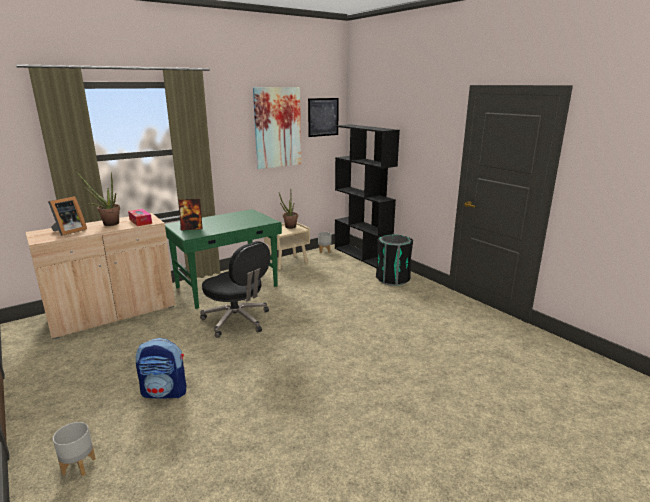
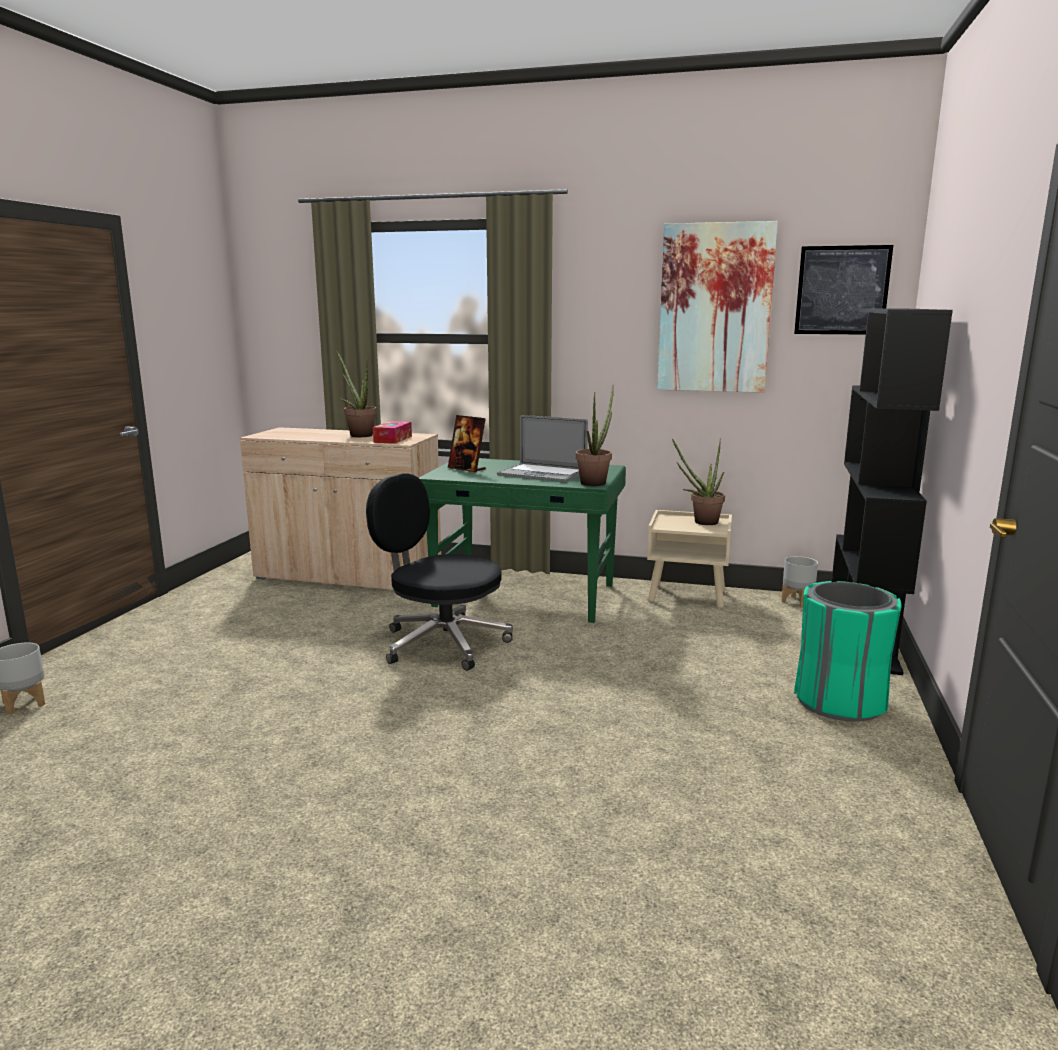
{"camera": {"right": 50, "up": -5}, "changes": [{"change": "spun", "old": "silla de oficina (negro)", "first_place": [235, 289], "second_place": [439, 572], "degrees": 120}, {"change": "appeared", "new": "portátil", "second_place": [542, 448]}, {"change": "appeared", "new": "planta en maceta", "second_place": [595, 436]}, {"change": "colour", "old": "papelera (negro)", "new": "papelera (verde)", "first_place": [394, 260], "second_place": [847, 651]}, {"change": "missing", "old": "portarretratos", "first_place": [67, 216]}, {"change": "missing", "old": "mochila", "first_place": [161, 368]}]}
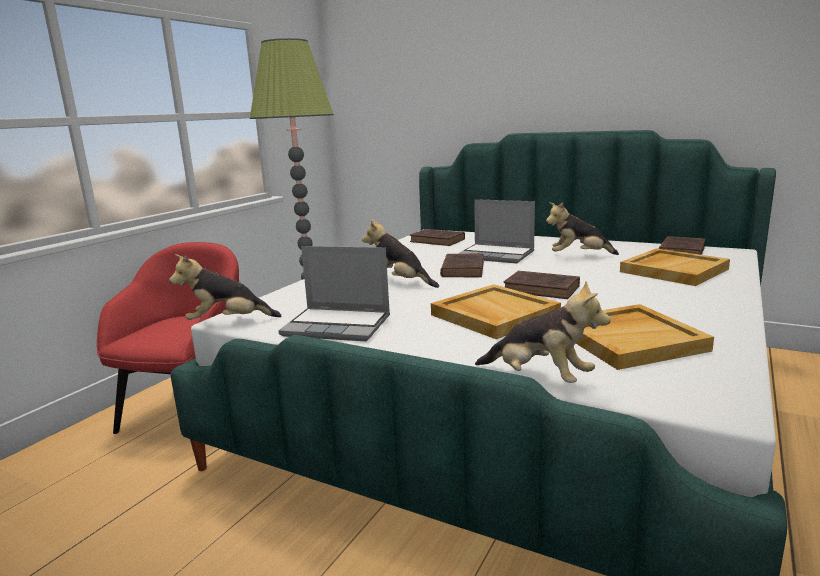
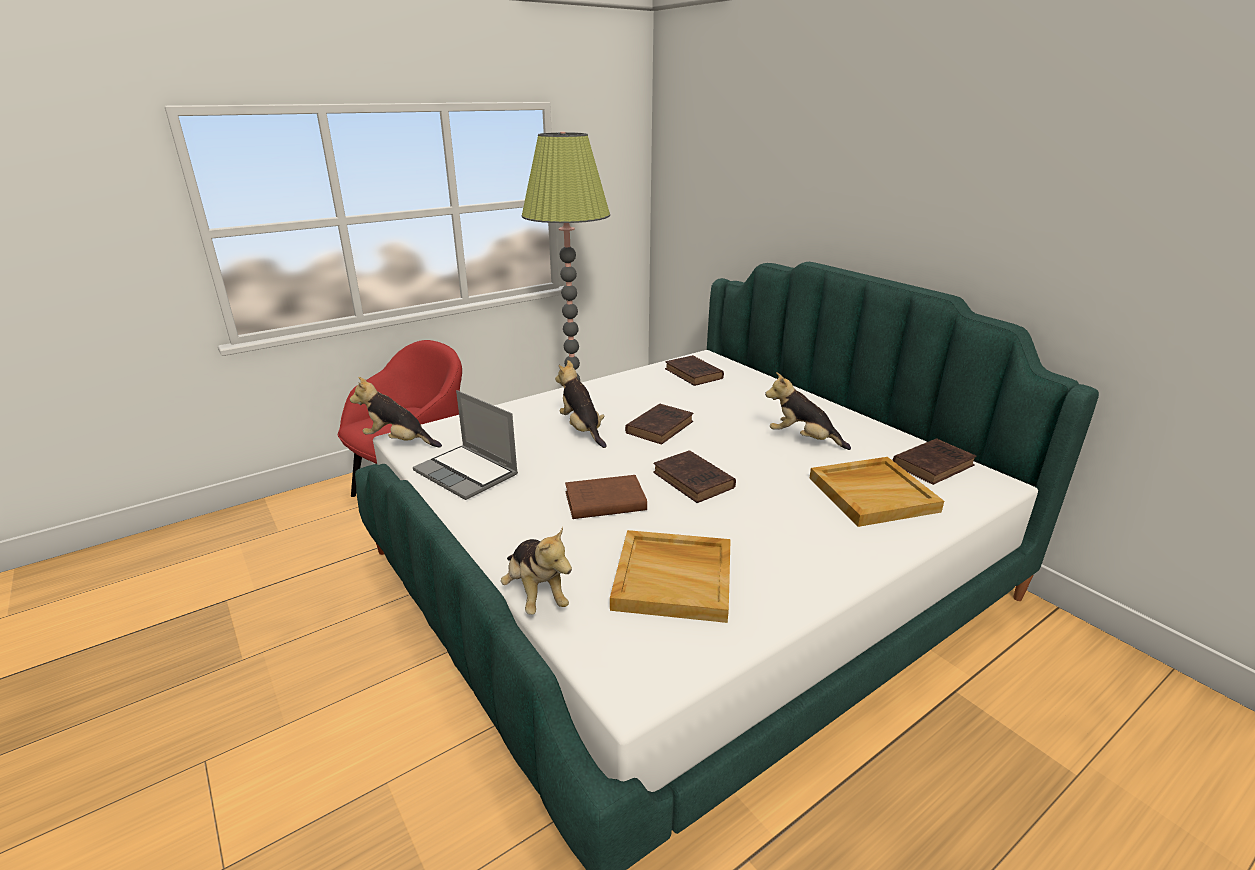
{"camera": {"right": 25, "up": 10}, "changes": [{"change": "exchanged", "old": "bandeja (beis)", "new": "libro (marrón)", "first_place": [496, 311], "second_place": [606, 497]}, {"change": "missing", "old": "portátil", "first_place": [496, 231]}]}
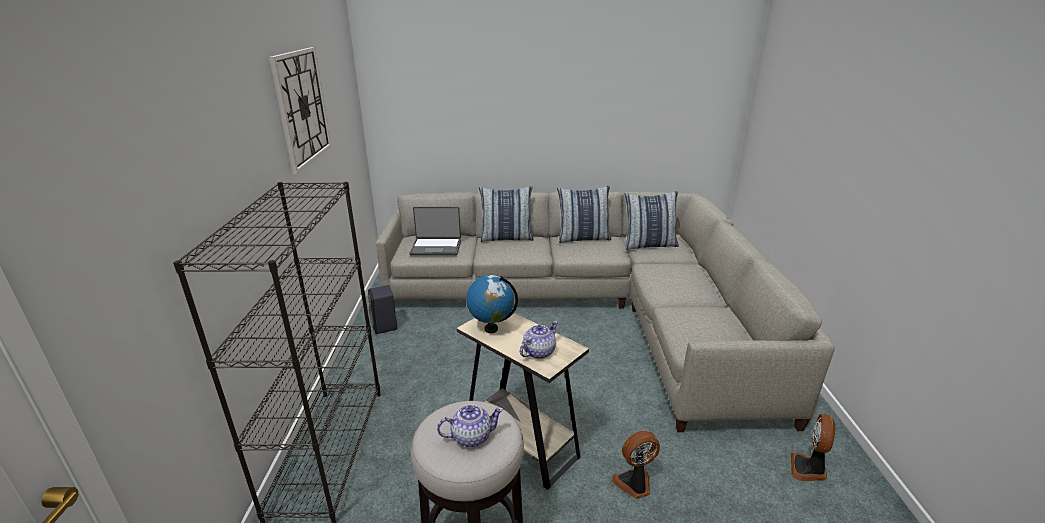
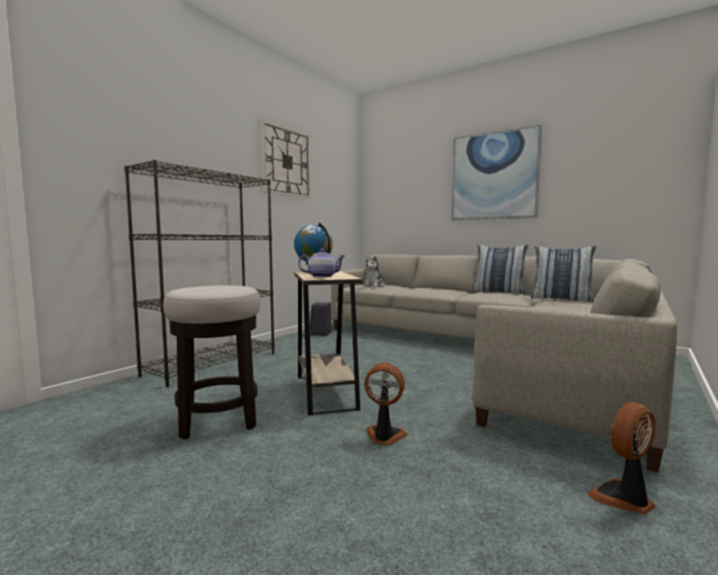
{"camera": {"right": 35, "up": -20}, "changes": [{"change": "exchanged", "old": "portátil", "new": "peluche", "first_place": [435, 231], "second_place": [374, 271]}, {"change": "appeared", "new": "cuadro", "second_place": [496, 172]}, {"change": "missing", "old": "tetera", "first_place": [470, 425]}, {"change": "missing", "old": "cojín", "first_place": [506, 214]}]}
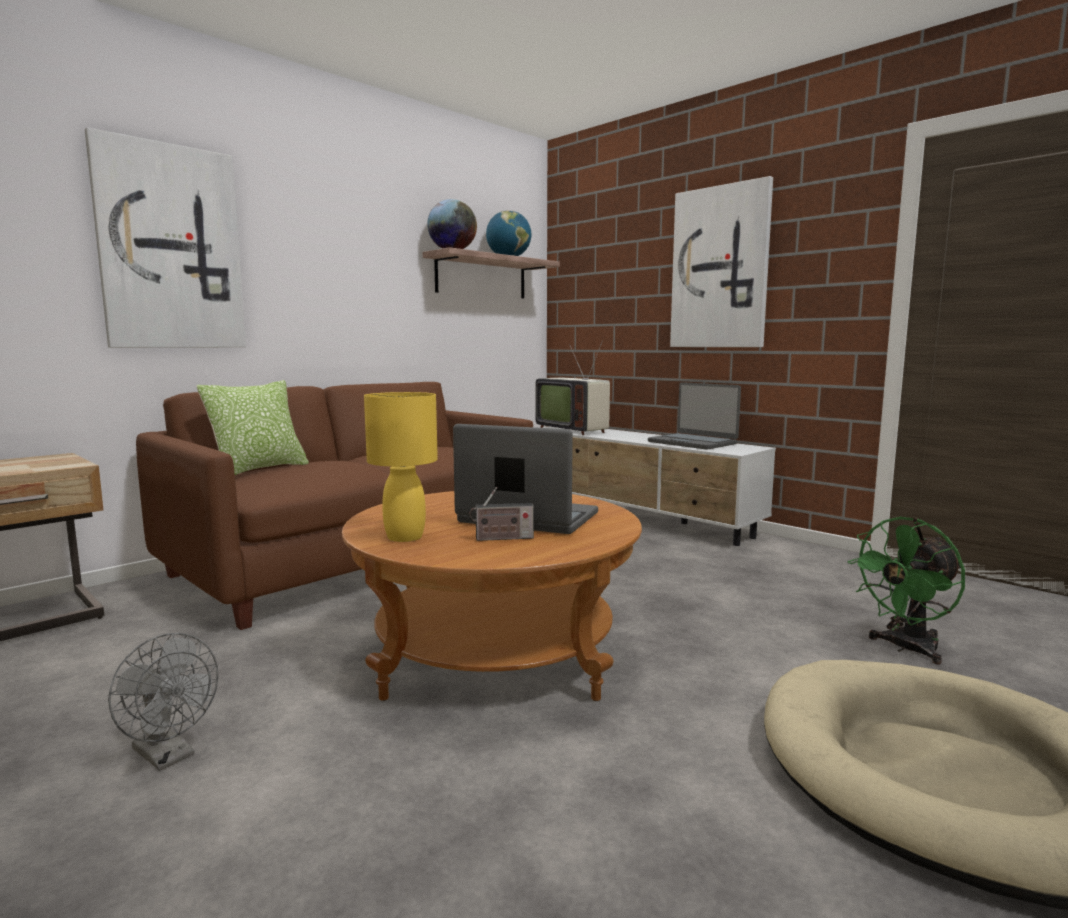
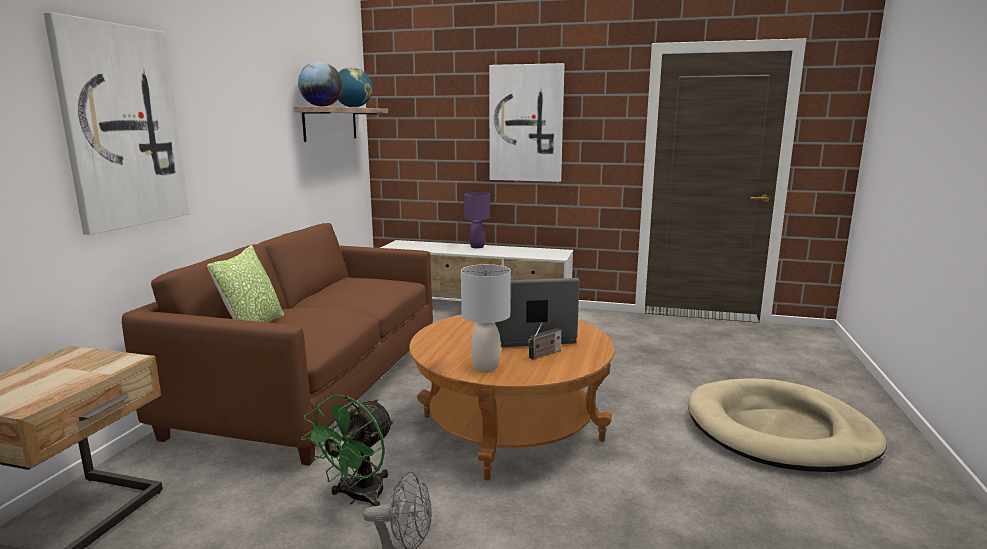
{"camera": {"right": -30, "up": 5}, "changes": [{"change": "relocated", "old": "ventilador (verde)", "first_place": [906, 591], "second_place": [347, 450]}, {"change": "colour", "old": "lámpara de mesa (amarillo)", "new": "lámpara de mesa (gris)", "first_place": [401, 467], "second_place": [486, 318]}, {"change": "appeared", "new": "lámpara de mesa (morado)", "second_place": [477, 220]}, {"change": "missing", "old": "televisor", "first_place": [572, 387]}, {"change": "missing", "old": "portátil", "first_place": [694, 416]}]}
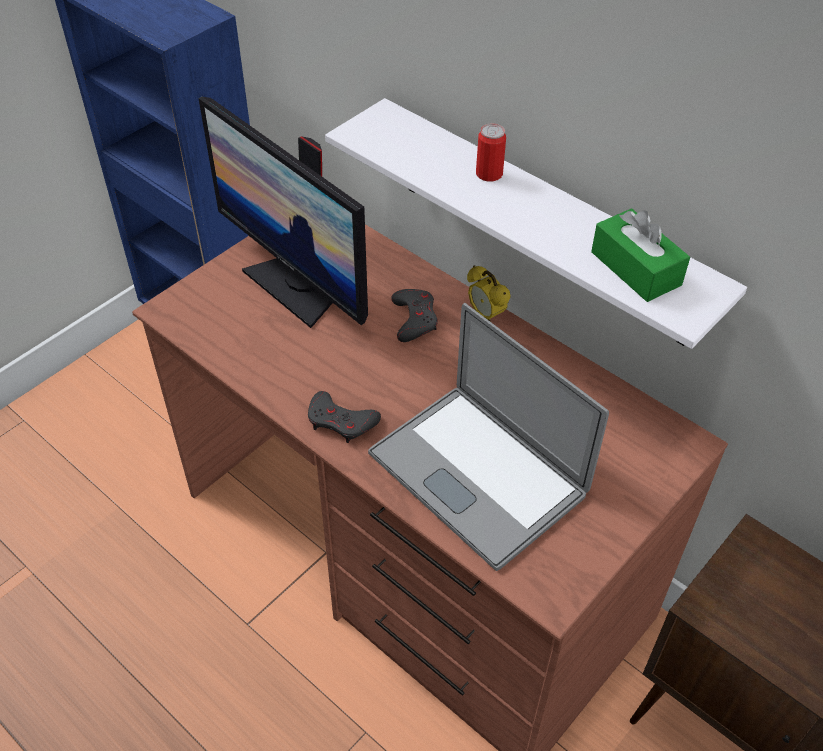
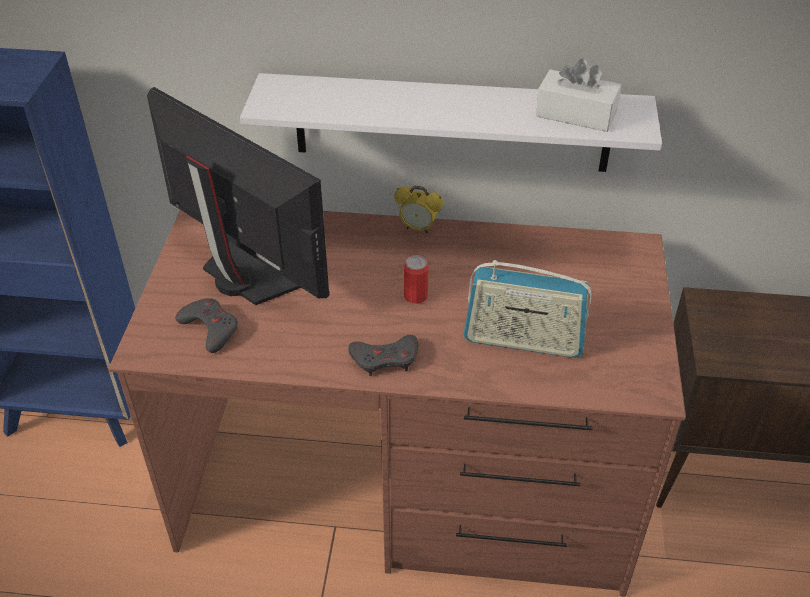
{"camera": {"right": -35, "up": -5}, "changes": [{"change": "spun", "old": "monitor", "first_place": [283, 212], "second_place": [238, 196], "degrees": -150}, {"change": "relocated", "old": "mando de consola (gris)", "first_place": [414, 315], "second_place": [207, 325]}, {"change": "relocated", "old": "lata", "first_place": [491, 153], "second_place": [416, 279]}, {"change": "exchanged", "old": "portátil", "new": "radio", "first_place": [488, 437], "second_place": [528, 309]}, {"change": "colour", "old": "caja de pañuelos (verde)", "new": "caja de pañuelos (blanco)", "first_place": [640, 255], "second_place": [578, 95]}]}
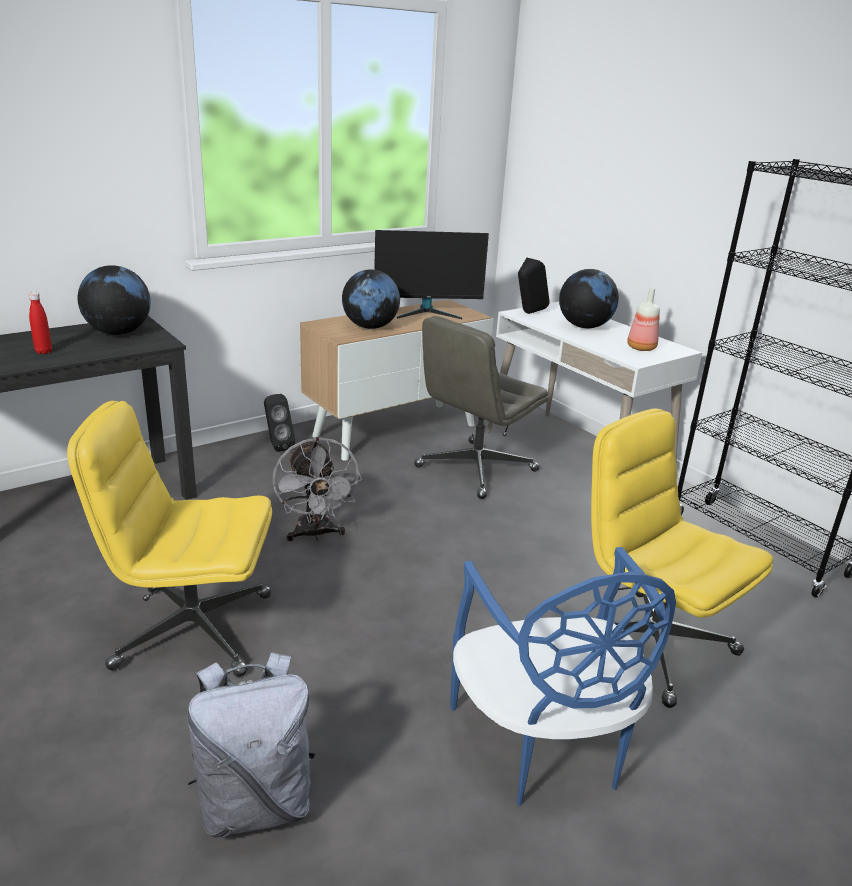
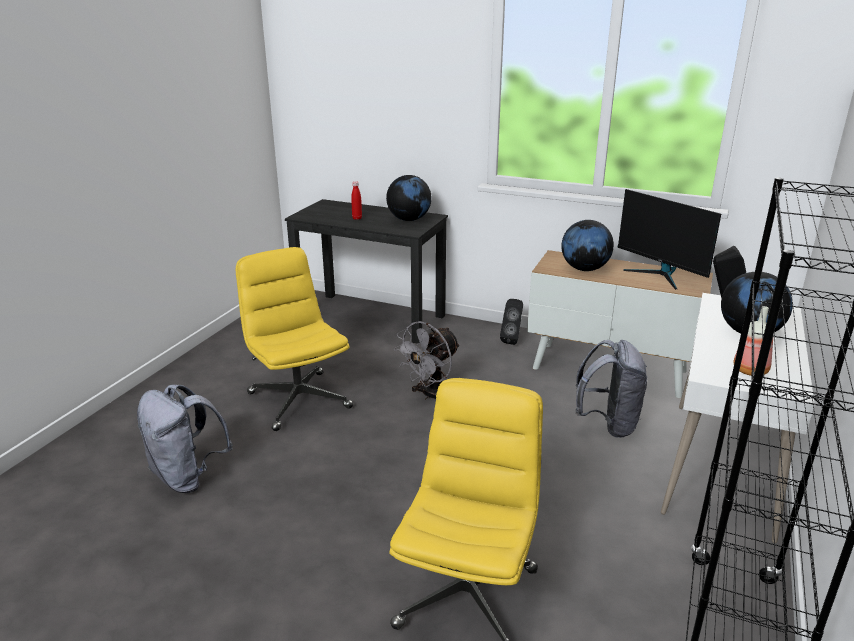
{"camera": {"right": 60, "up": 0}, "changes": [{"change": "exchanged", "old": "silla de oficina (gris)", "new": "mochila (gris)", "first_place": [481, 407], "second_place": [611, 389]}, {"change": "missing", "old": "silla (azul)", "first_place": [563, 676]}]}
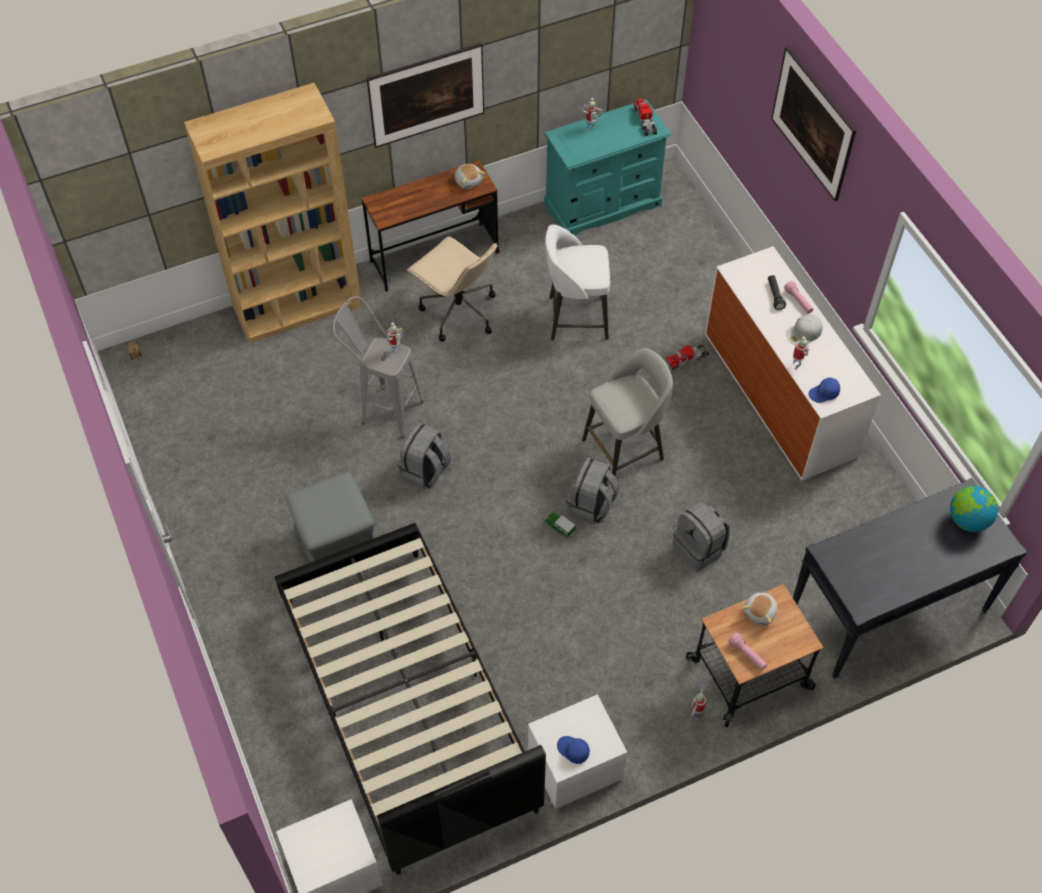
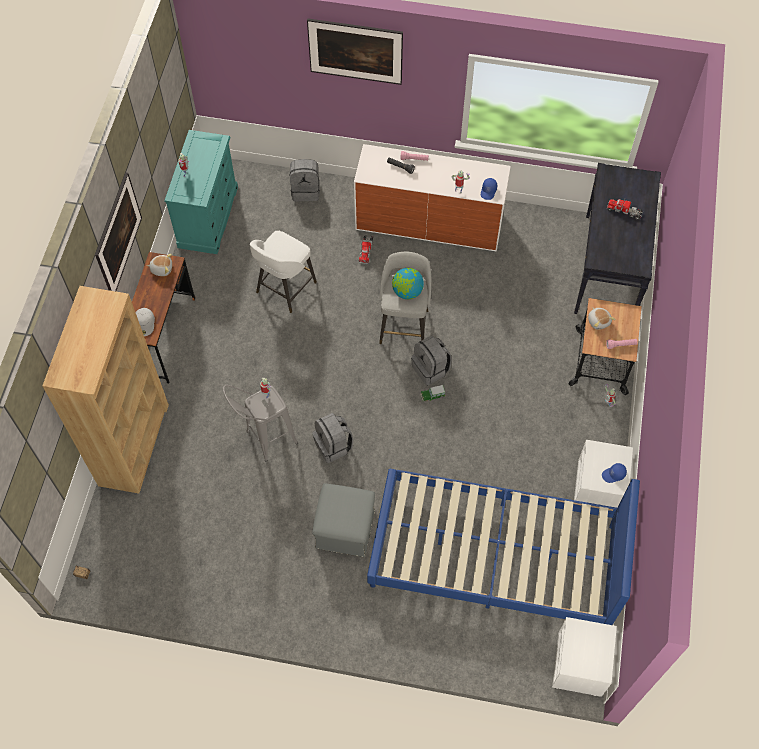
{"camera": {"right": -55, "up": 5}, "changes": [{"change": "relocated", "old": "gorra (blanco)", "first_place": [804, 330], "second_place": [145, 322]}, {"change": "relocated", "old": "mochila (gris)", "first_place": [701, 536], "second_place": [305, 180]}, {"change": "colour", "old": "cama (negro)", "new": "cama (azul)", "first_place": [410, 699], "second_place": [503, 547]}, {"change": "relocated", "old": "globo terráqueo", "first_place": [974, 509], "second_place": [408, 283]}, {"change": "relocated", "old": "camión de juguete", "first_place": [645, 117], "second_place": [624, 209]}, {"change": "missing", "old": "silla de oficina (beis)", "first_place": [452, 289]}]}
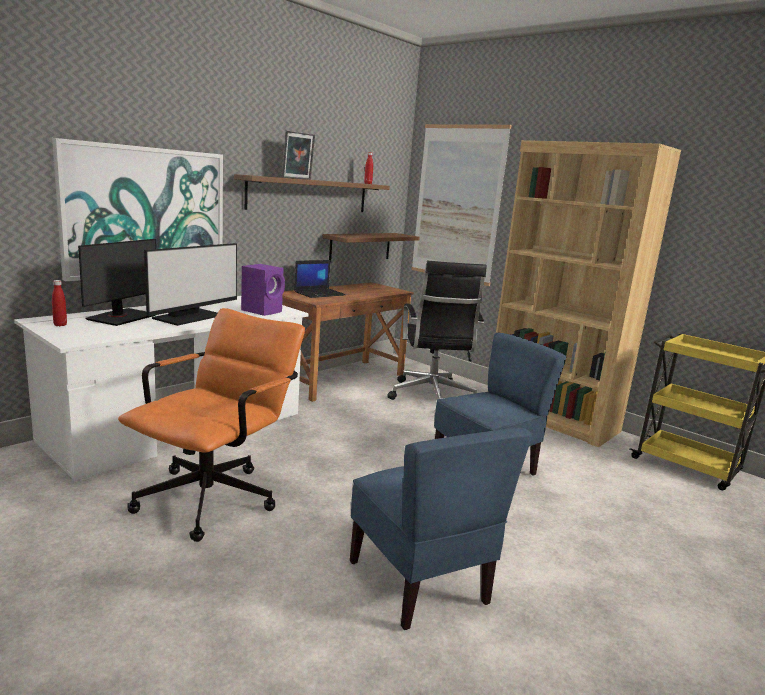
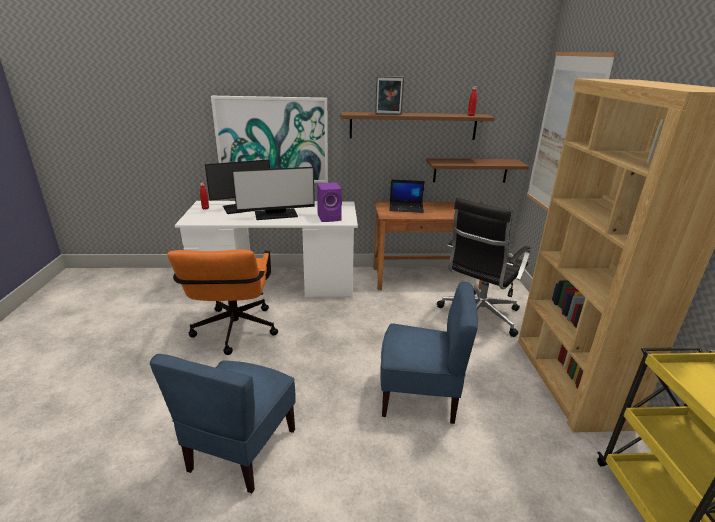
{"camera": {"right": 45, "up": 10}, "changes": [{"change": "spun", "old": "silla de oficina (naranja)", "first_place": [211, 425], "second_place": [222, 302], "degrees": 105}]}
